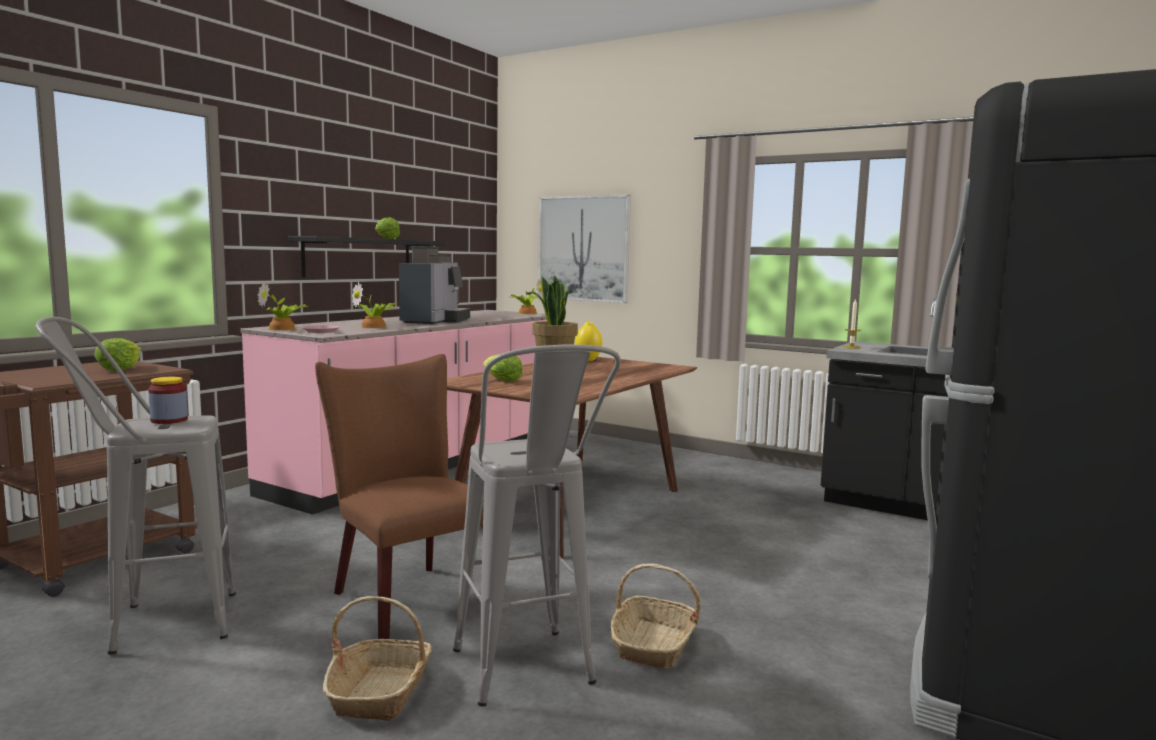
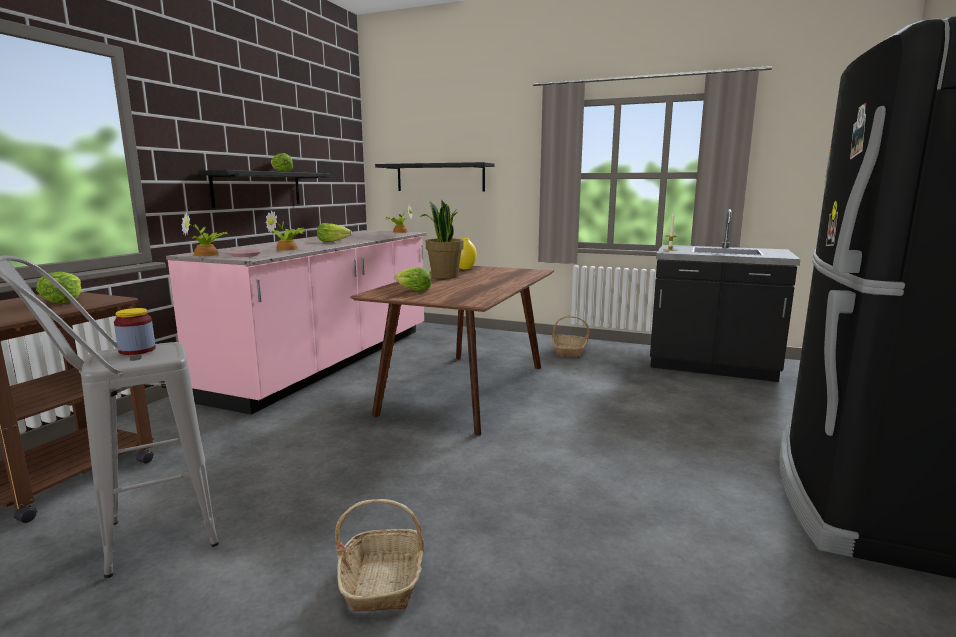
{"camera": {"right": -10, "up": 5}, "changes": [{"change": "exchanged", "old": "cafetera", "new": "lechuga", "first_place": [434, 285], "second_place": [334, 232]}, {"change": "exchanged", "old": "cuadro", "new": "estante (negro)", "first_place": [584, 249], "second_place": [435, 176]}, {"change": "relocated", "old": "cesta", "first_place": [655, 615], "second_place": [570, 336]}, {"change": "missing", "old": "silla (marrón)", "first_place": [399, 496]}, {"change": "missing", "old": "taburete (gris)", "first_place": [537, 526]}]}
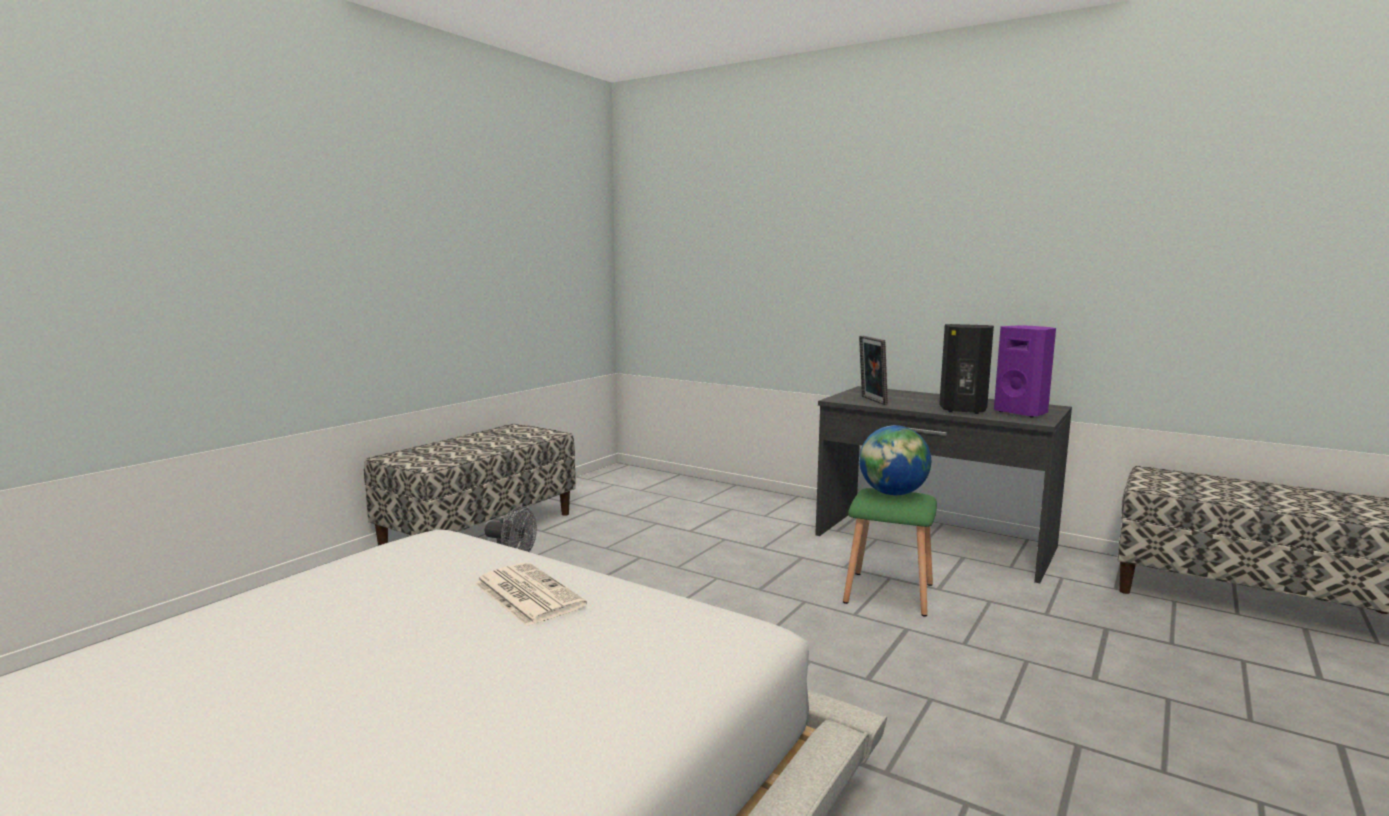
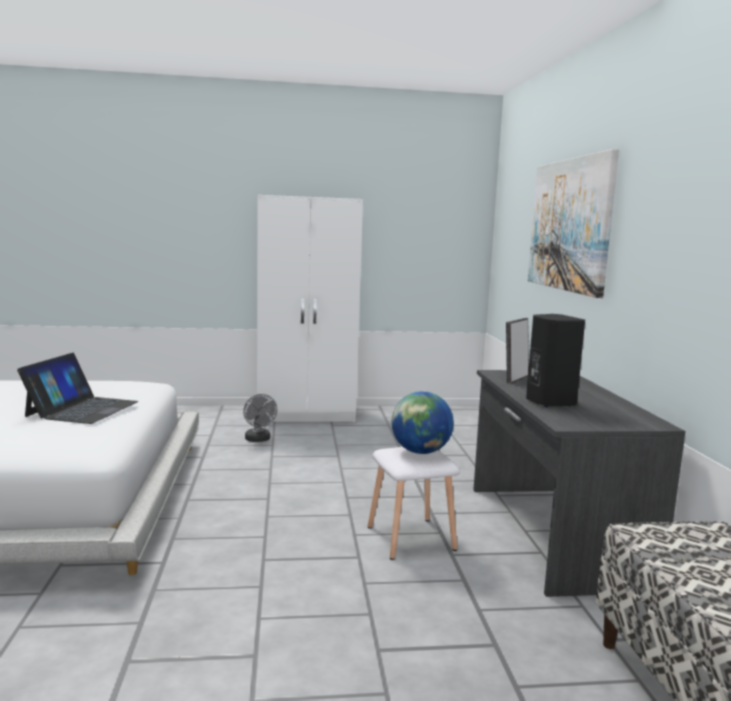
{"camera": {"right": 50, "up": 0}, "changes": [{"change": "exchanged", "old": "periódico", "new": "portátil", "first_place": [530, 594], "second_place": [78, 388]}, {"change": "exchanged", "old": "banco", "new": "armario ropero (blanco)", "first_place": [470, 485], "second_place": [310, 308]}, {"change": "colour", "old": "taburete (verde)", "new": "taburete (blanco)", "first_place": [890, 552], "second_place": [414, 503]}, {"change": "appeared", "new": "cuadro", "second_place": [573, 223]}, {"change": "missing", "old": "altavoz (morado)", "first_place": [1025, 371]}]}
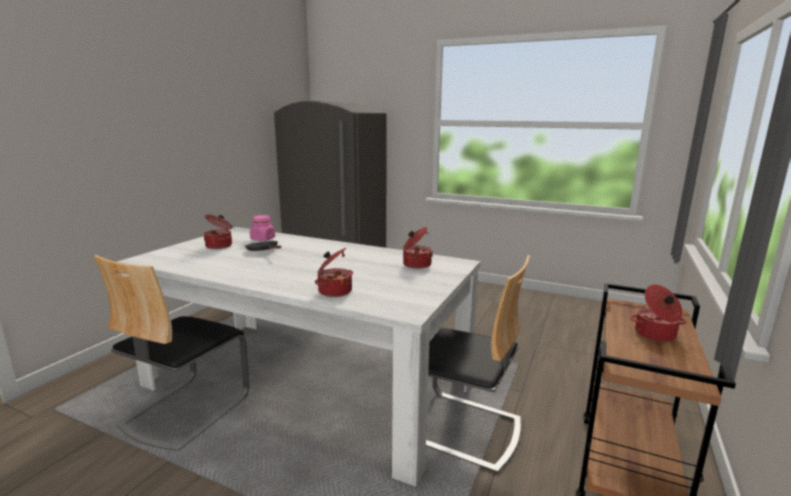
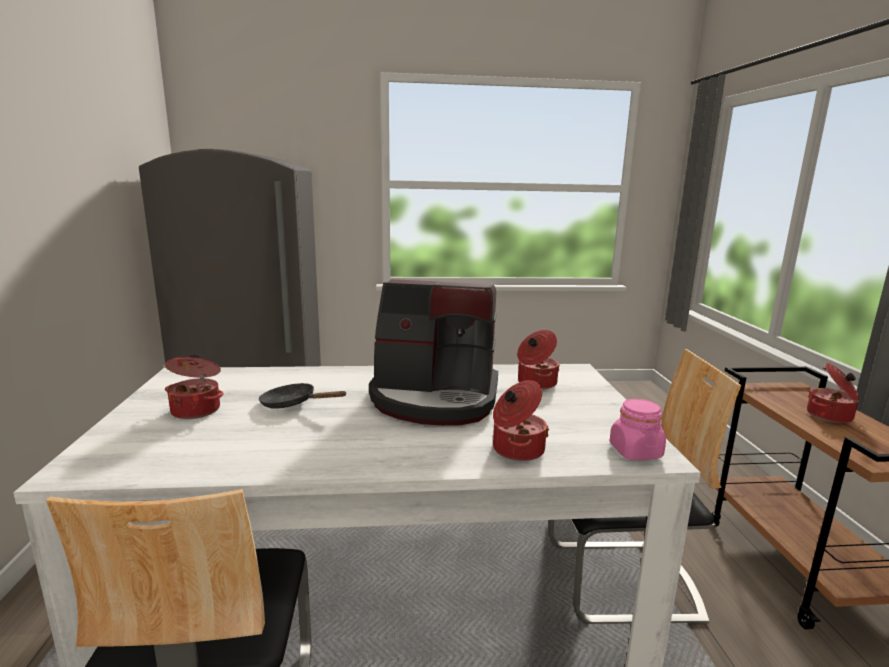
{"camera": {"right": -30, "up": 0}, "changes": [{"change": "appeared", "new": "cafetera", "second_place": [433, 352]}, {"change": "relocated", "old": "tarro (rosa)", "first_place": [262, 228], "second_place": [638, 429]}]}
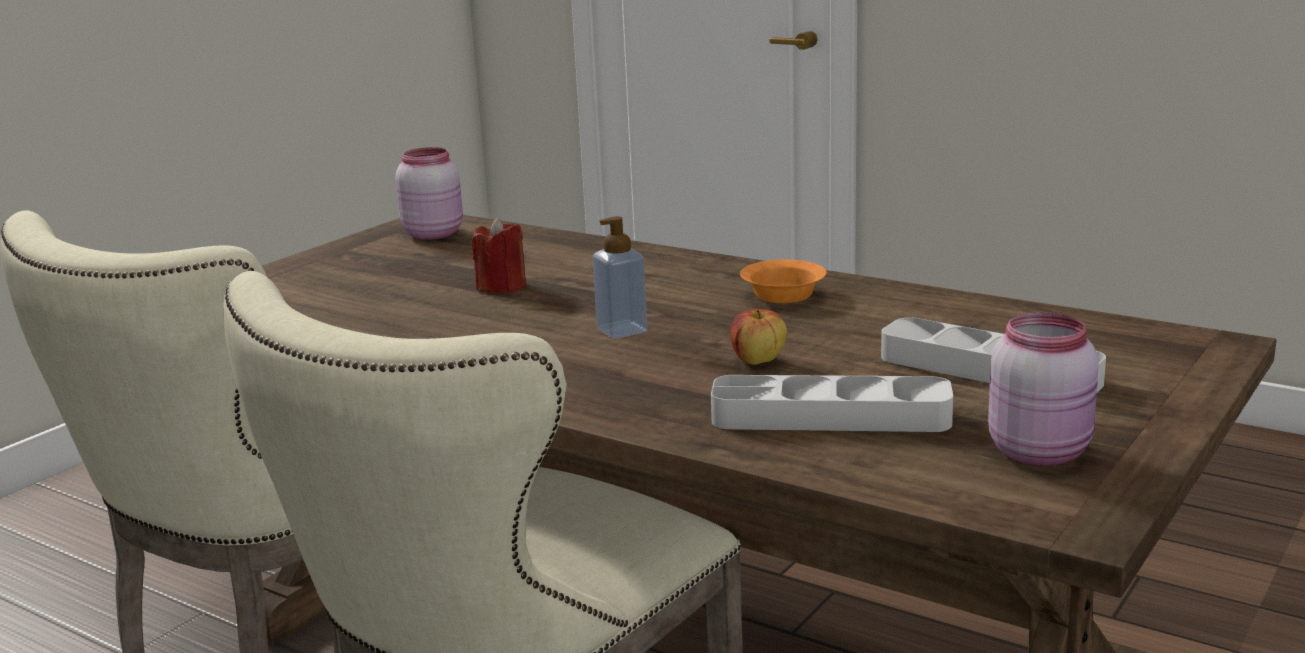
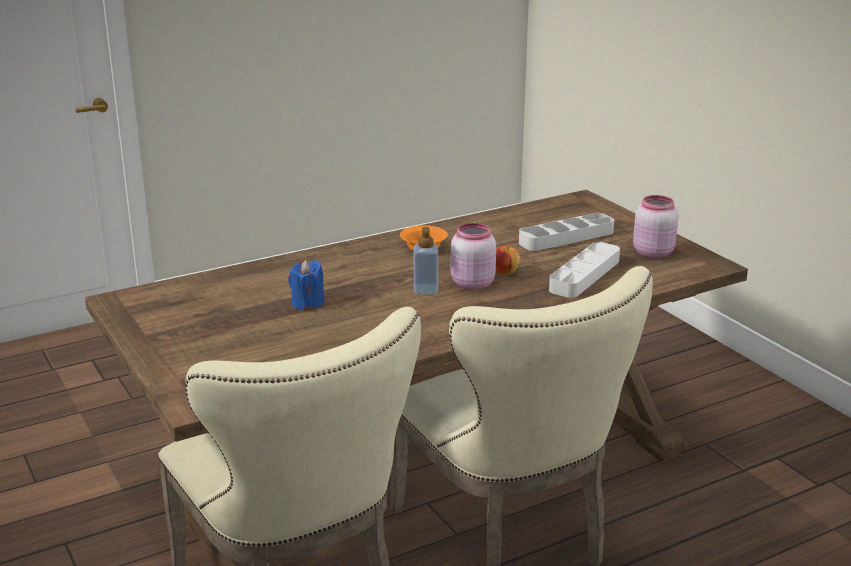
{"camera": {"right": -65, "up": 5}, "changes": [{"change": "colour", "old": "vela (rojo)", "new": "vela (azul)", "first_place": [499, 255], "second_place": [306, 285]}, {"change": "relocated", "old": "tarro (rosa)", "first_place": [429, 193], "second_place": [473, 256]}]}
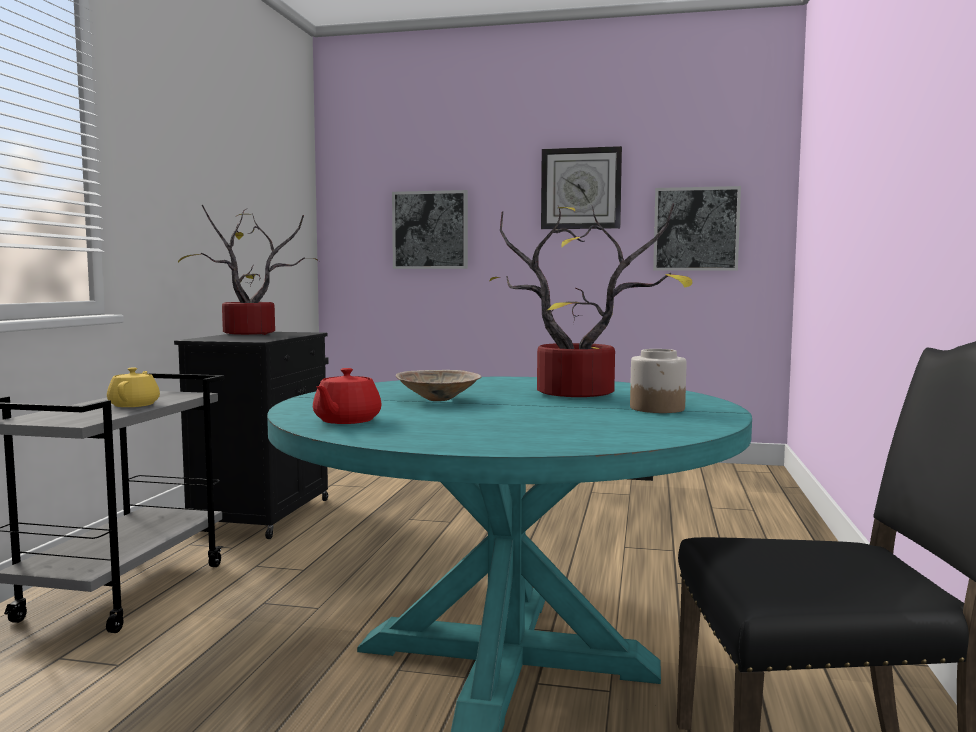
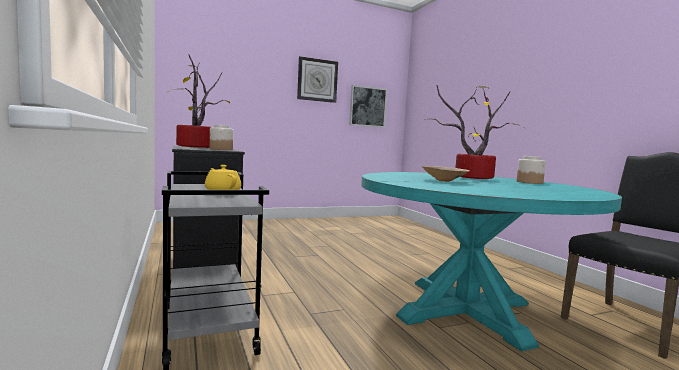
{"camera": {"right": -35, "up": 0}, "changes": [{"change": "appeared", "new": "tarro", "second_place": [221, 137]}, {"change": "missing", "old": "tetera (rojo)", "first_place": [347, 396]}, {"change": "missing", "old": "cuadro", "first_place": [430, 229]}]}
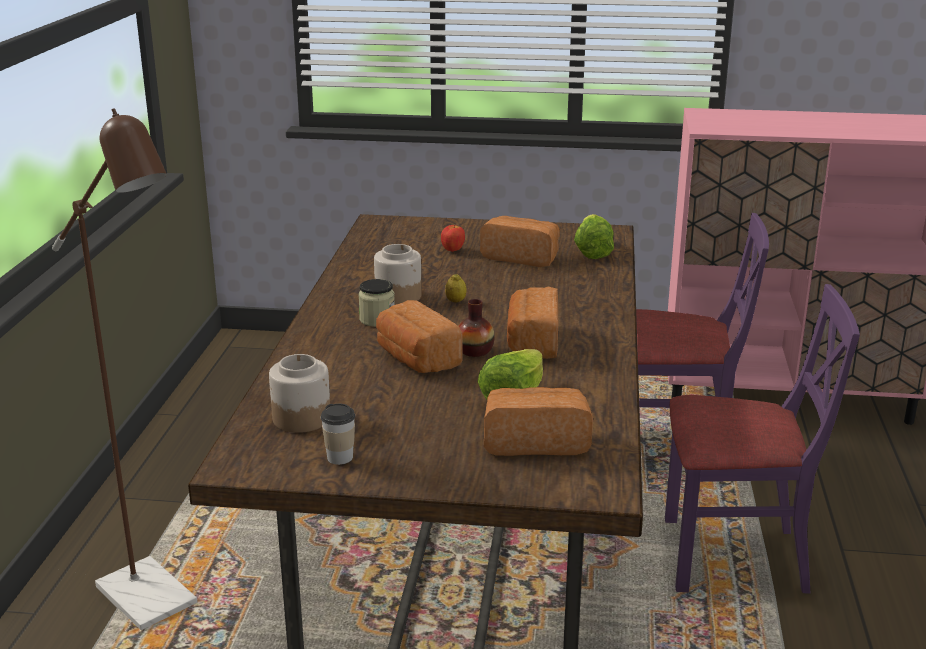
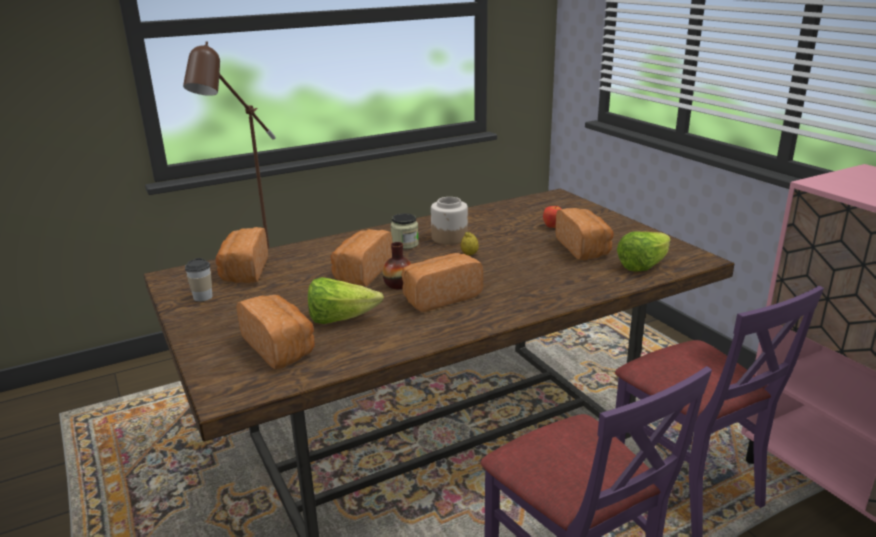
{"camera": {"right": 55, "up": 0}, "changes": [{"change": "exchanged", "old": "tarro", "new": "pan", "first_place": [299, 393], "second_place": [242, 255]}]}
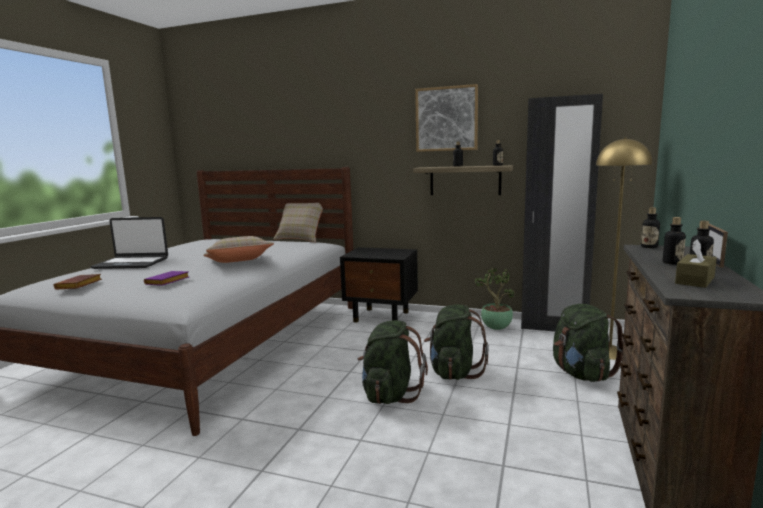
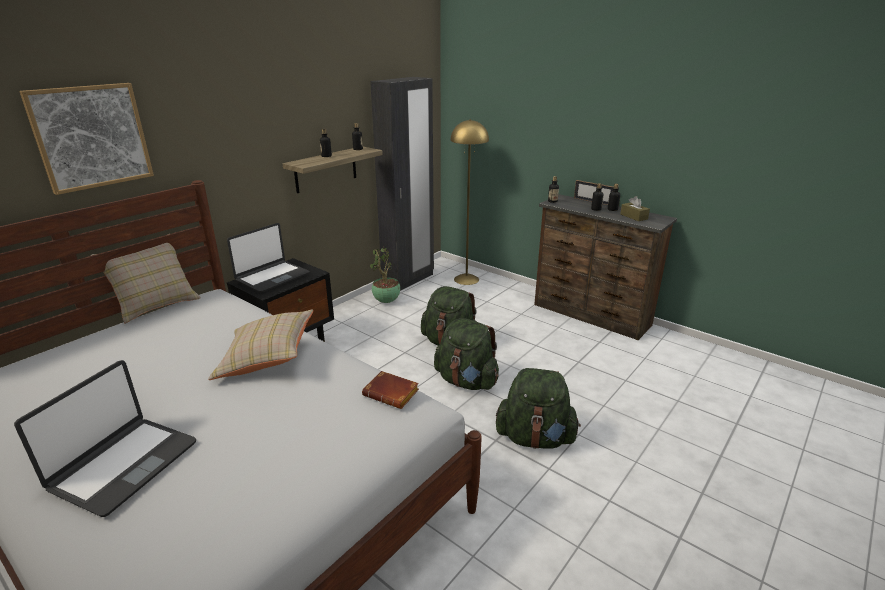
{"camera": {"right": -70, "up": 15}, "changes": [{"change": "relocated", "old": "cuadro", "first_place": [446, 118], "second_place": [86, 139]}, {"change": "appeared", "new": "portátil", "second_place": [268, 258]}, {"change": "relocated", "old": "libro (marrón)", "first_place": [78, 282], "second_place": [390, 390]}, {"change": "relocated", "old": "mochila (verde)", "first_place": [588, 343], "second_place": [538, 408]}, {"change": "missing", "old": "libro (morado)", "first_place": [166, 278]}]}
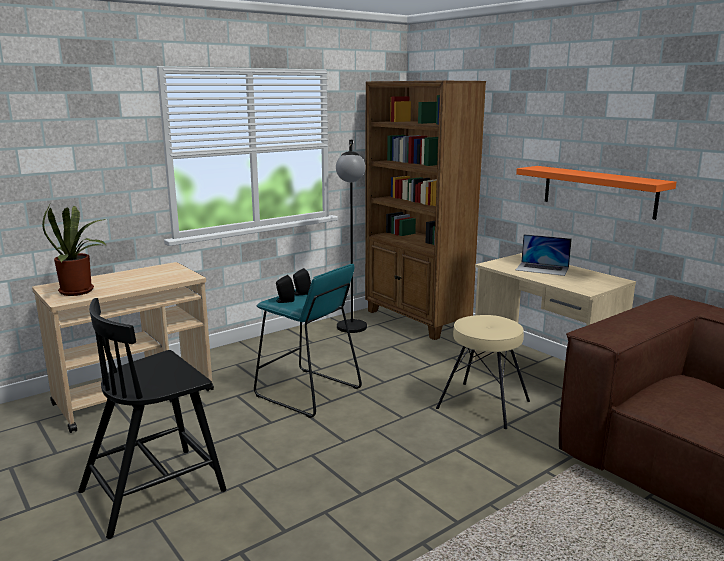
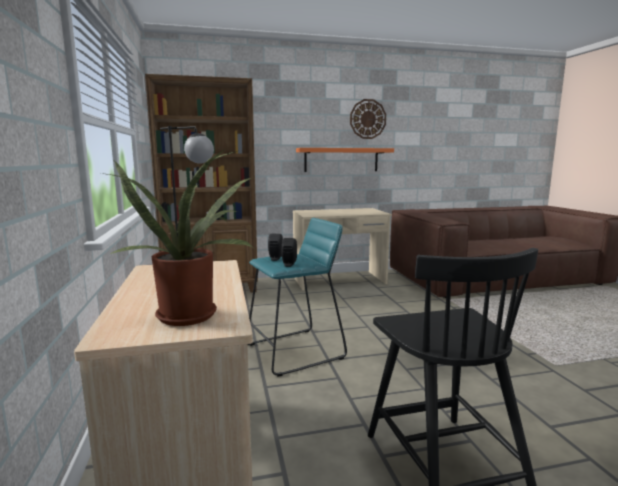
{"camera": {"right": -65, "up": -5}, "changes": [{"change": "appeared", "new": "reloj de pared", "second_place": [368, 119]}, {"change": "missing", "old": "taburete (beis)", "first_place": [483, 372]}, {"change": "missing", "old": "portátil", "first_place": [544, 255]}]}
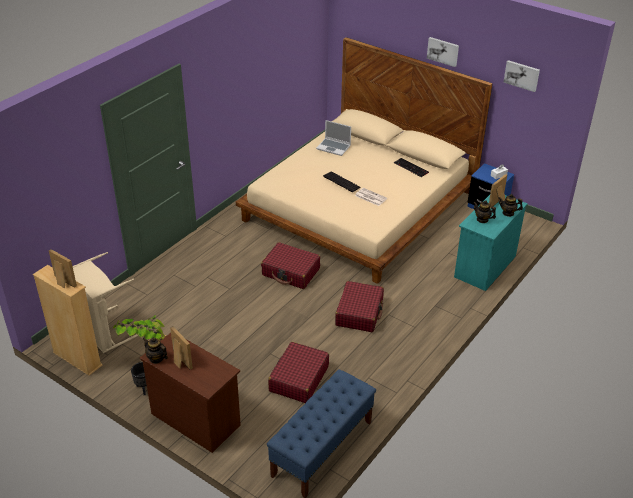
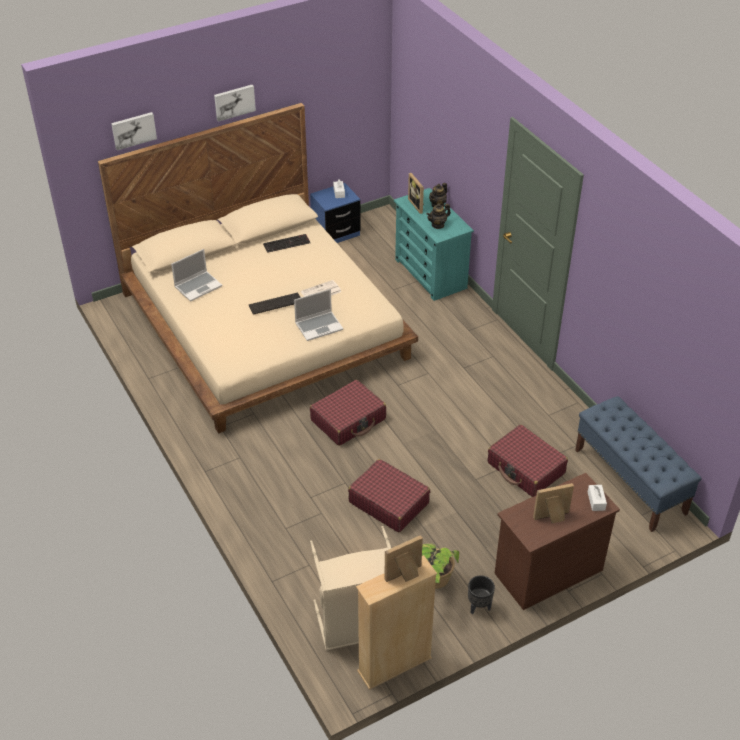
{"camera": {"right": -65, "up": 5}, "changes": [{"change": "relocated", "old": "cuadro", "first_place": [521, 76], "second_place": [134, 131]}, {"change": "appeared", "new": "portátil", "second_place": [318, 315]}, {"change": "relocated", "old": "maleta (rojo)", "first_place": [359, 306], "second_place": [389, 495]}, {"change": "appeared", "new": "caja de pañuelos (blanco)", "second_place": [597, 498]}, {"change": "missing", "old": "tetera", "first_place": [155, 350]}]}
